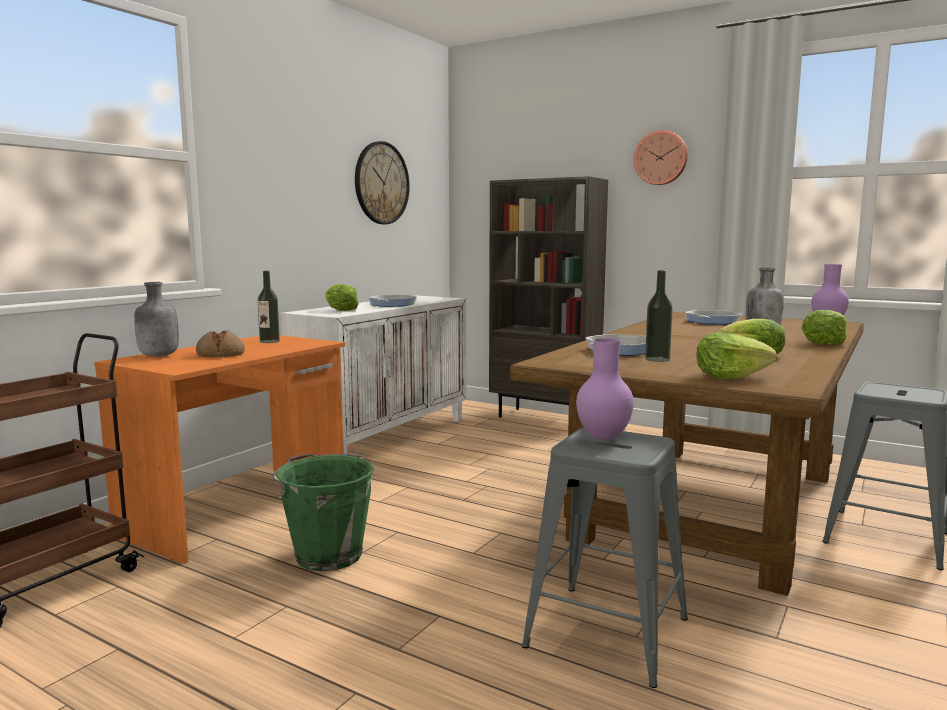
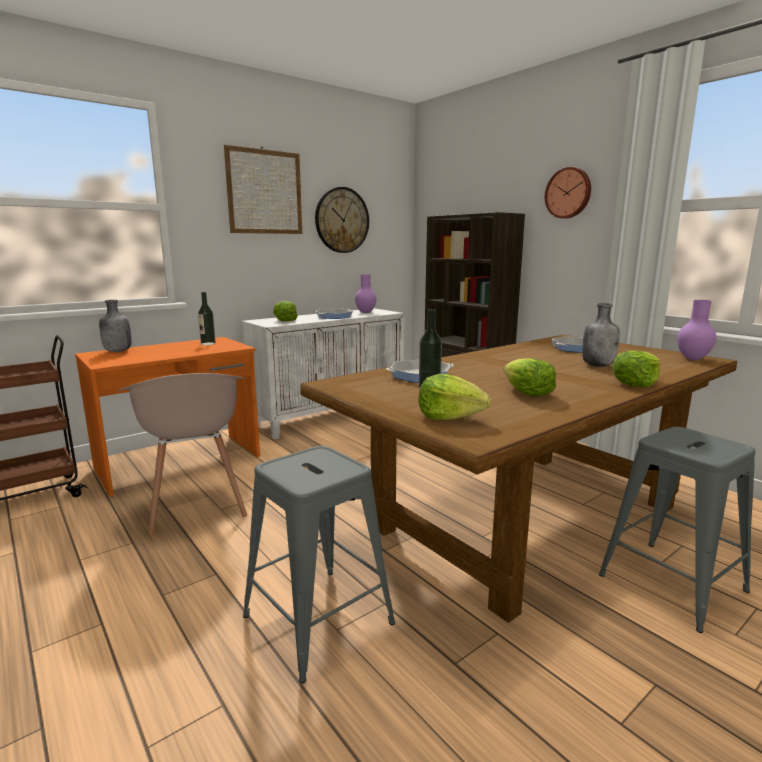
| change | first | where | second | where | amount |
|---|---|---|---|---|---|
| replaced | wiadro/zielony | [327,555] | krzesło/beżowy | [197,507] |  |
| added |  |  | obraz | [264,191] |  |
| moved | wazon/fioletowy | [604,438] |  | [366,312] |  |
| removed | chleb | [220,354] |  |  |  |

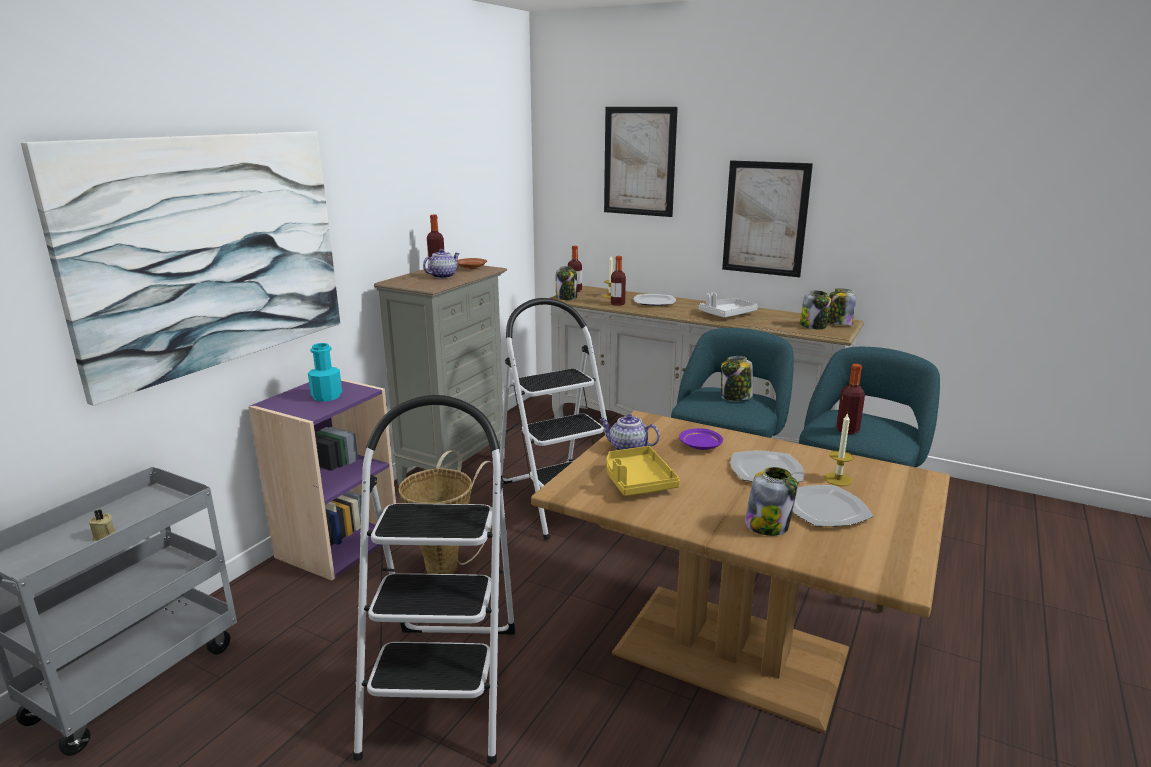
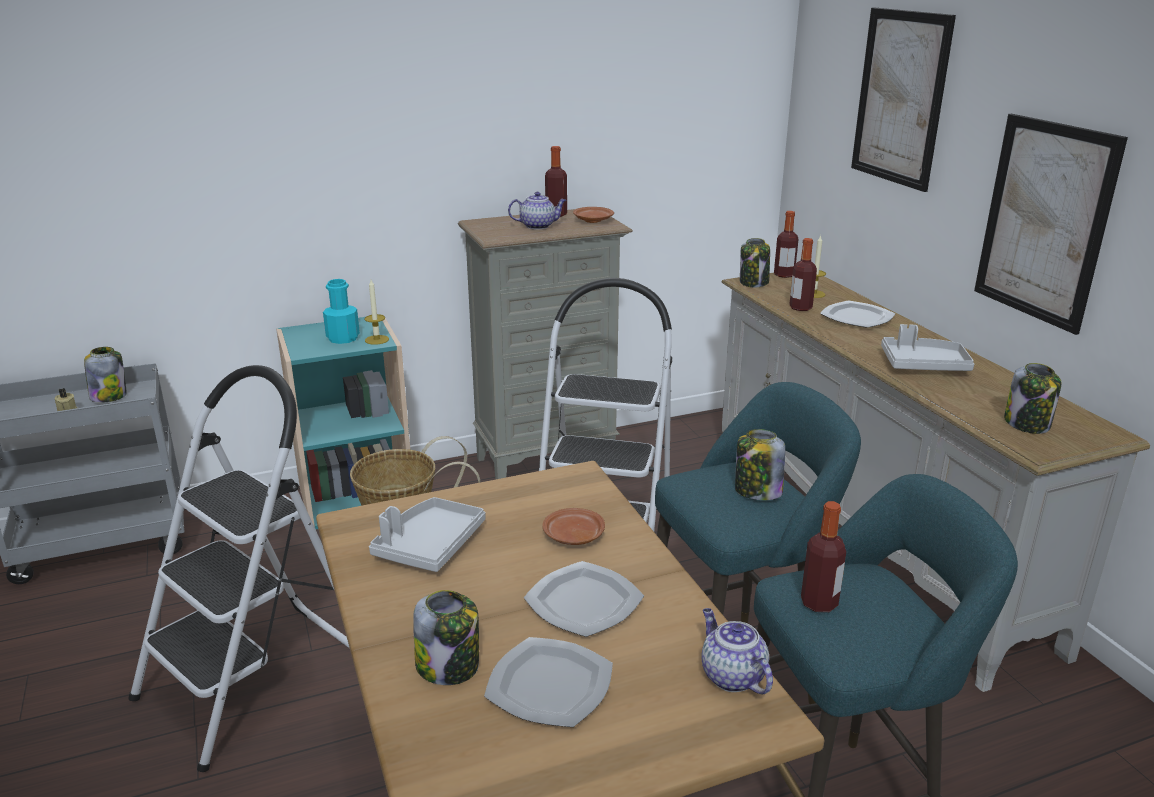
| change | first | where | second | where | amount |
|---|---|---|---|---|---|
| moved | słoik | [839,323] |  | [109,396] |  |
| recoloured | regał/fioletowy | [338,544] | regał/turkusowy | [357,497] |  |
| moved | świeca | [838,479] |  | [377,340] |  |
| recoloured | taca/żółty | [637,481] | taca/szary | [429,545] |  |
| recoloured | talerz/fioletowy | [700,446] | talerz/brązowy | [573,536] |  |
| moved | imbryk | [627,449] |  | [731,676] |  |
| removed | obraz | [212,252] |  |  |  |

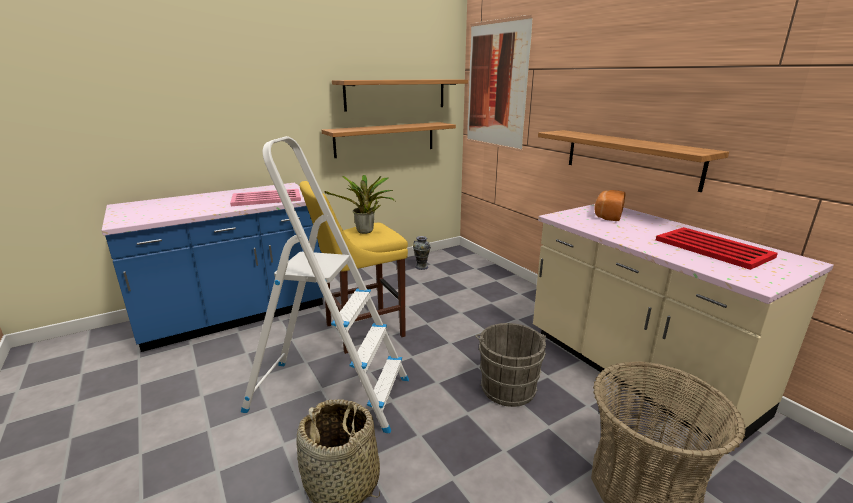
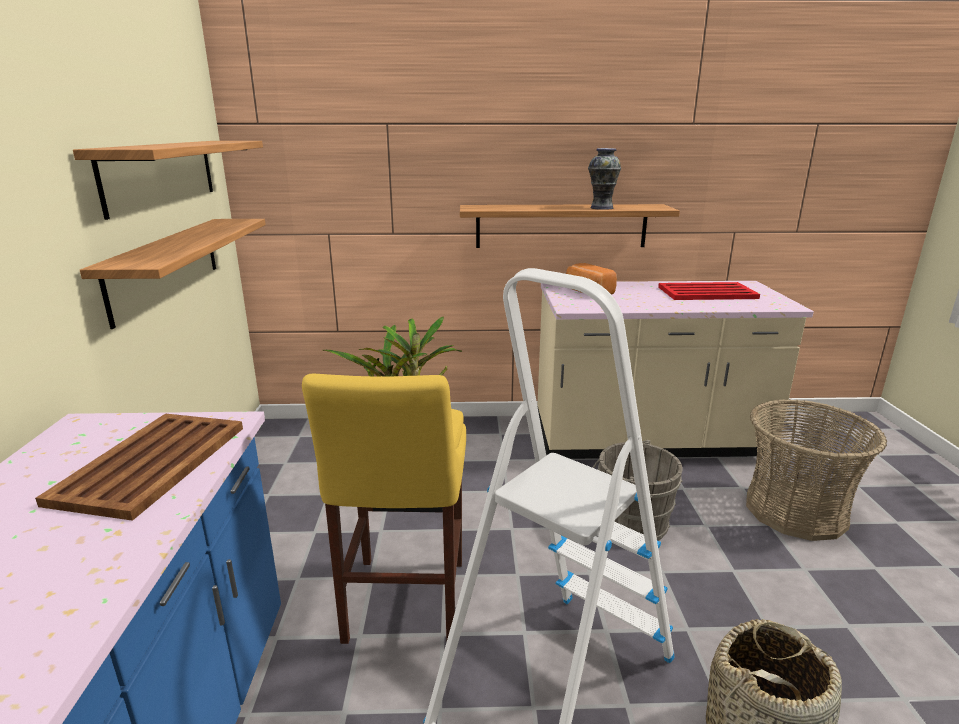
| change | first | where | second | where | amount |
|---|---|---|---|---|---|
| recoloured | taca/różowy | [267,198] | taca/brązowy | [154,462] |  |
| moved | wazon | [421,267] |  | [602,208] |  |
| removed | obraz | [496,85] |  |  |  |

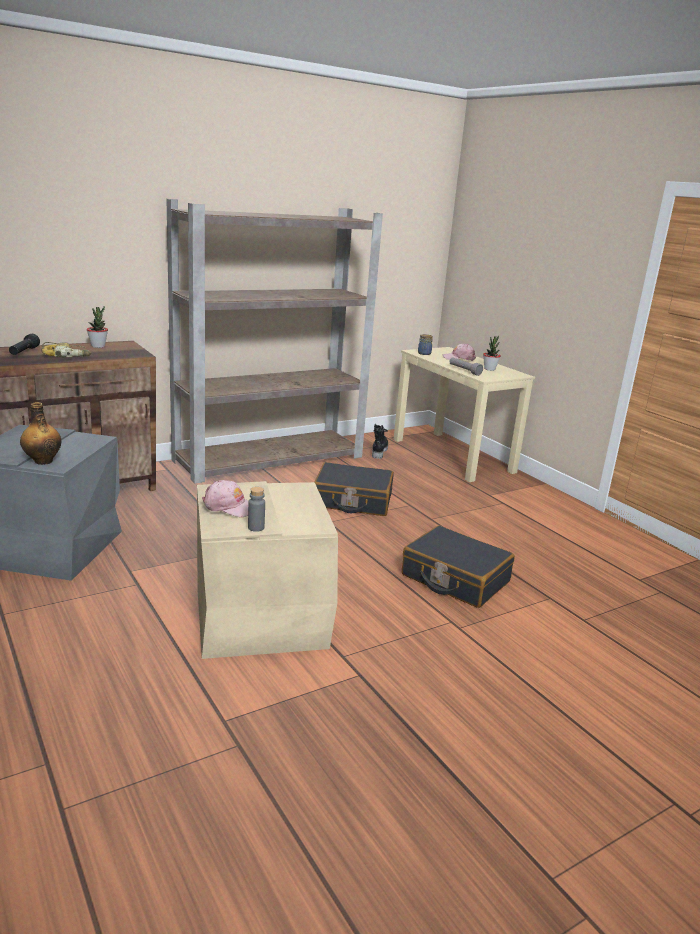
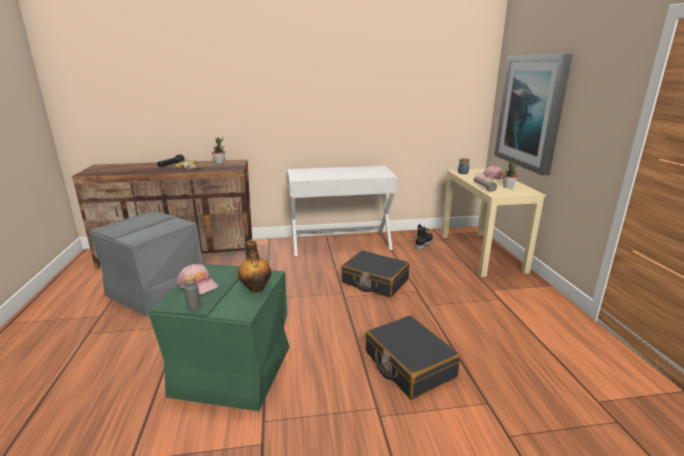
| change | first | where | second | where | amount |
|---|---|---|---|---|---|
| recoloured | pojemnik do przechowywania/beżowy | [261,616] | pojemnik do przechowywania/zielony | [234,369] |  |
| moved | butelka | [43,461] |  | [256,288] |  |
| replaced | regał/brązowy | [270,458] | stolik konsolowy/biały | [340,243] |  |
| added |  |  | obraz | [531,112] |  |

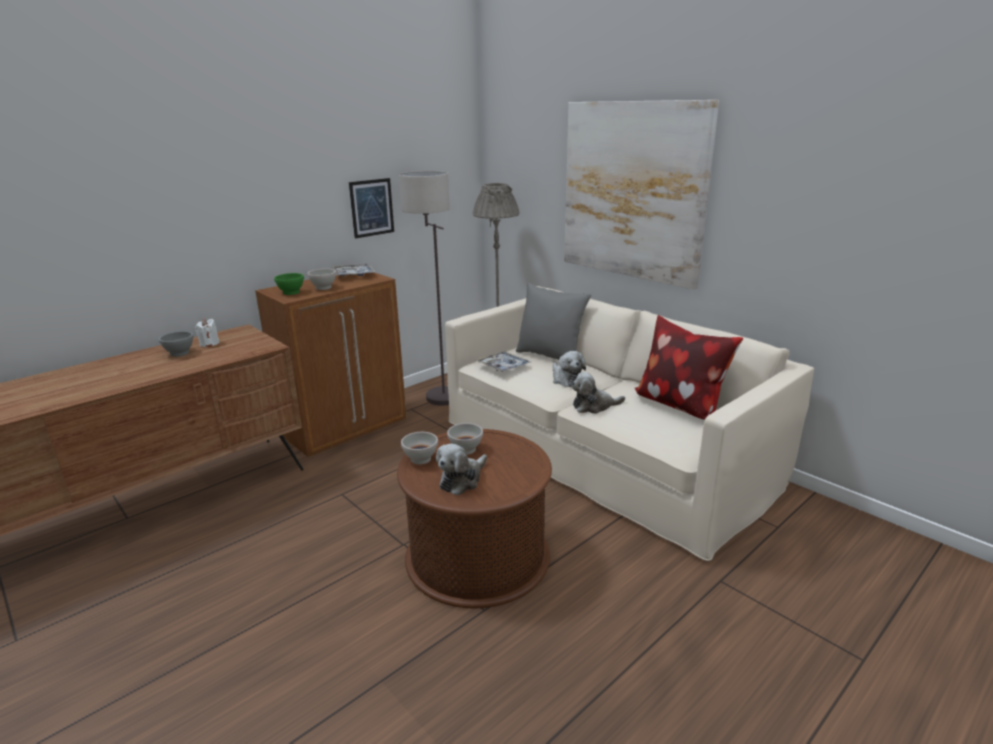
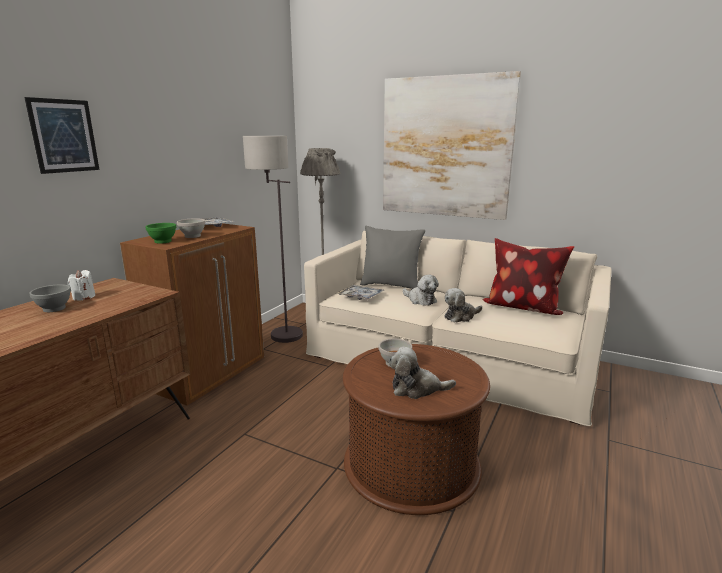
| change | first | where | second | where | amount |
|---|---|---|---|---|---|
| moved | obraz | [372,208] |  | [64,136] |  |
| turned | pluszak | [462,480] |  | [417,389] | 75 degrees clockwise |
| removed | miska/biały | [421,459] |  |  |  |

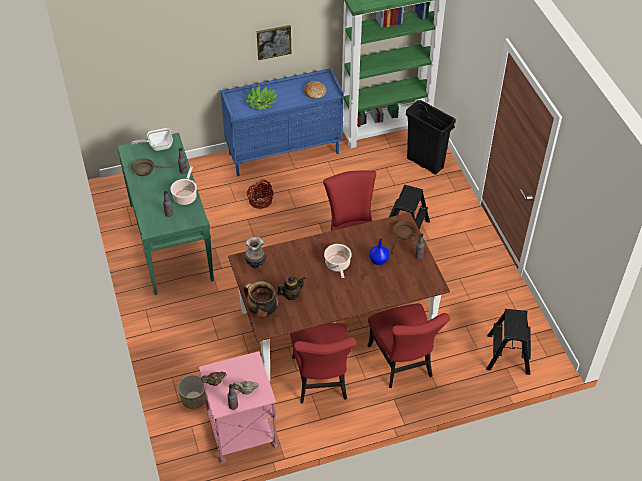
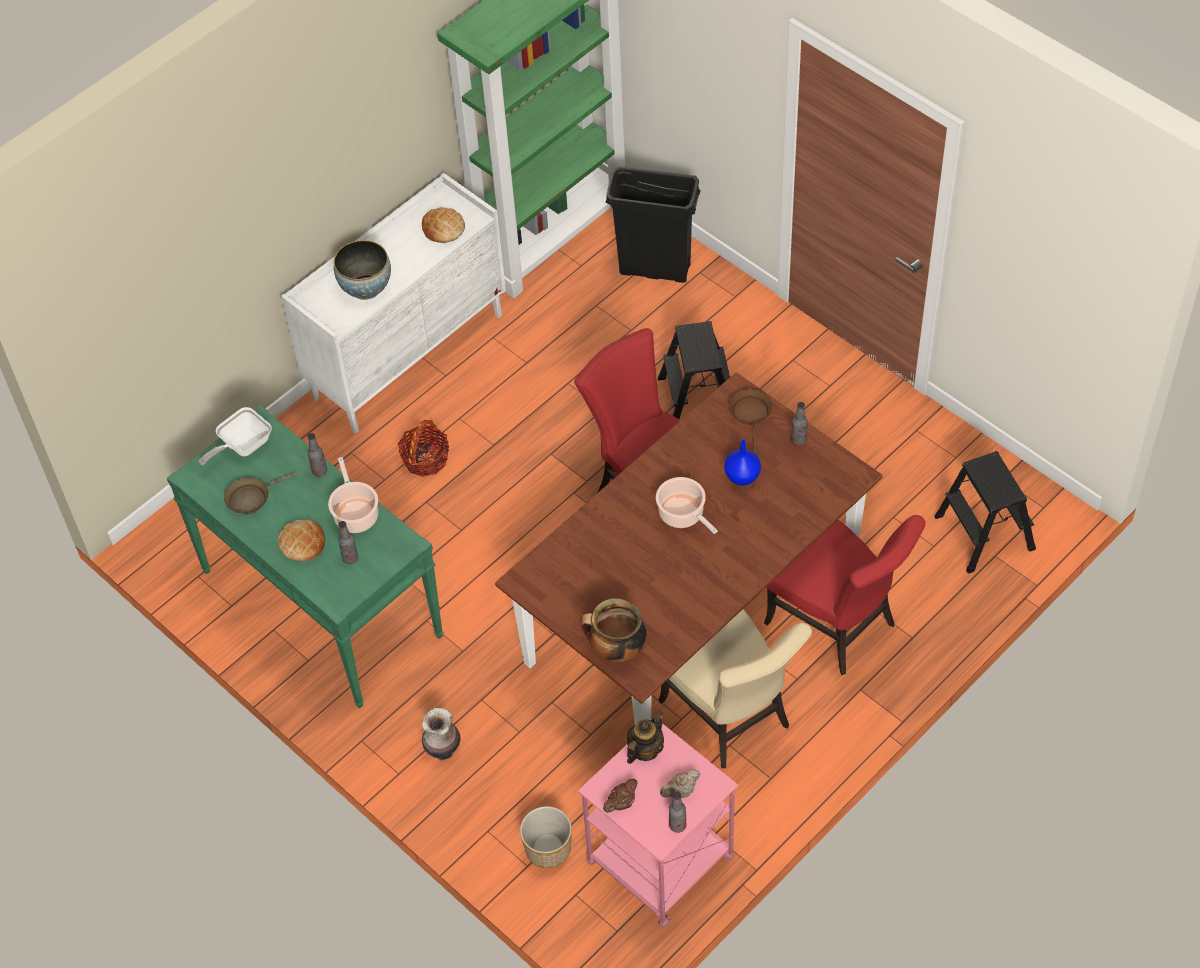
| change | first | where | second | where | amount |
|---|---|---|---|---|---|
| added |  |  | chleb | [302,543] |  |
| recoloured | szafka/niebieski | [284,153] | szafka/biały | [409,356] |  |
| replaced | roślina doniczkowa | [261,103] | miska | [366,288] |  |
| moved | wazon | [255,263] |  | [442,749] |  |
| moved | imbryk | [291,294] |  | [645,750] |  |
| recoloured | krzesło/czerwony | [321,381] | krzesło/beżowy | [731,717] |  |
| removed | obraz | [273,42] |  |  |  |

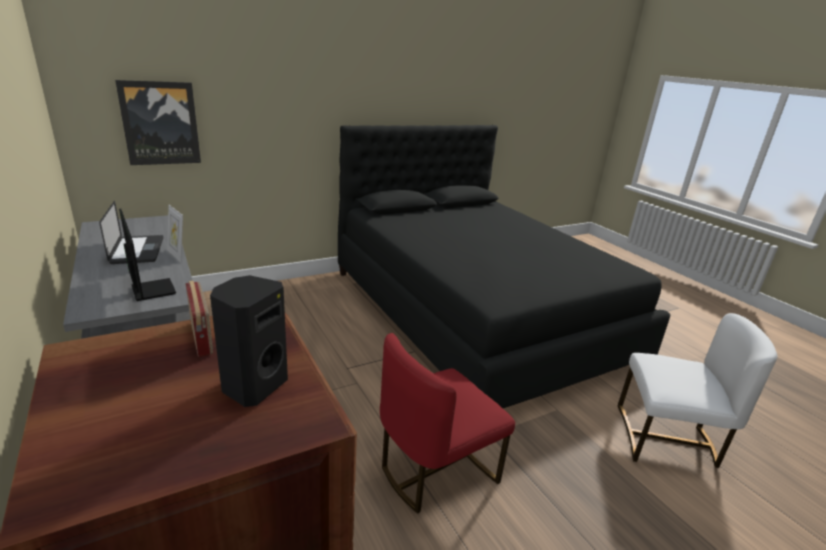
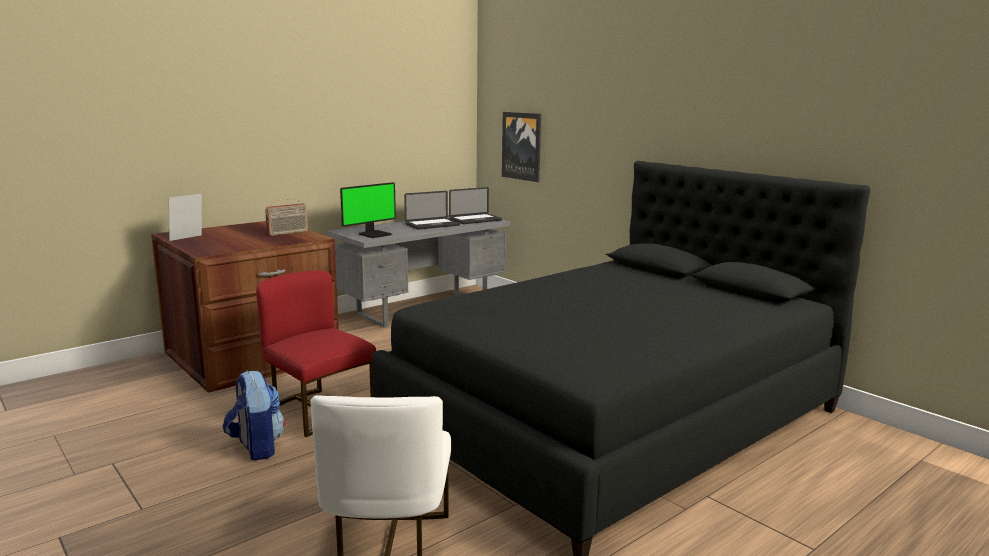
| change | first | where | second | where | amount |
|---|---|---|---|---|---|
| moved | ramka na zdjęcie | [178,255] |  | [187,238] |  |
| added |  |  | plecak | [256,447] |  |
| added |  |  | laptop | [475,220] |  |
| removed | głośnik/czarny | [253,386] |  |  |  |

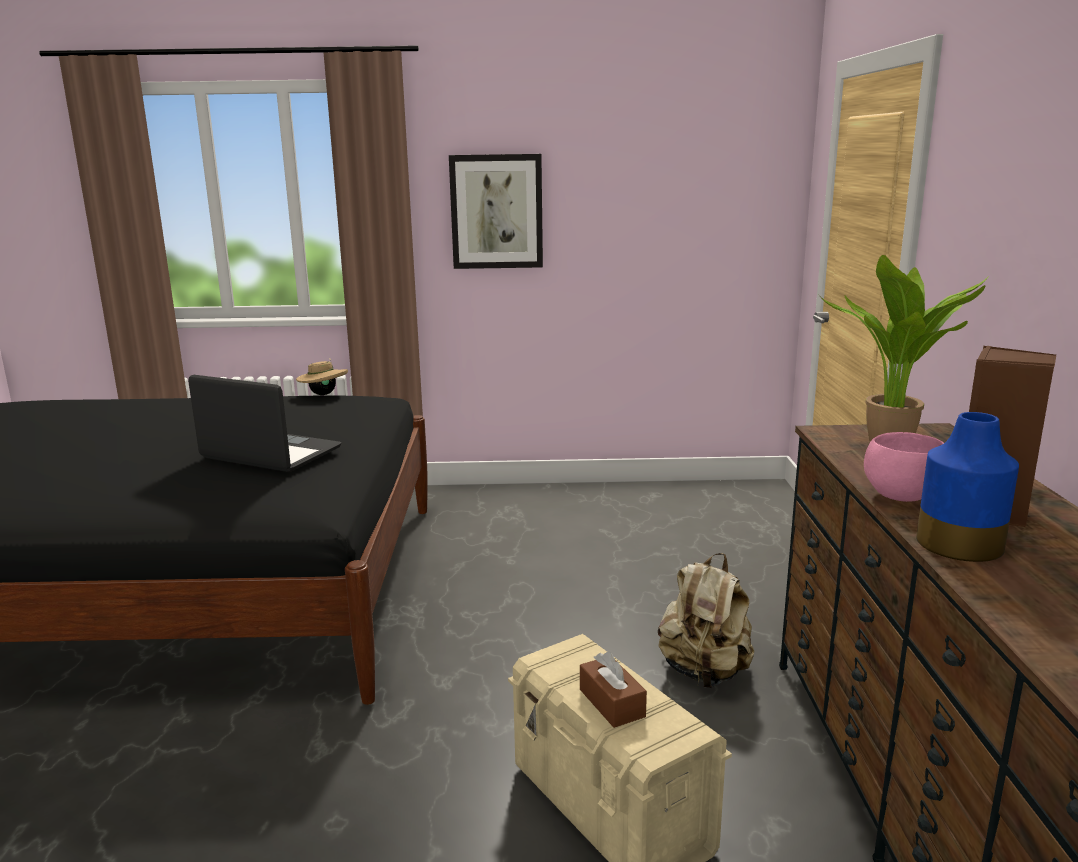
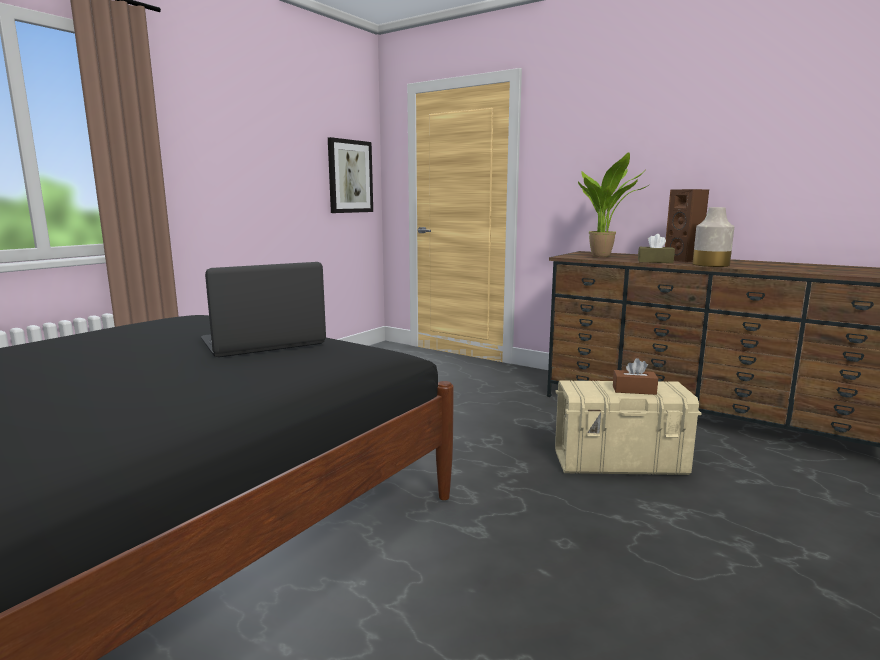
| change | first | where | second | where | amount |
|---|---|---|---|---|---|
| moved | obraz | [496,212] |  | [350,176] |  |
| replaced | miska/różowy | [899,495] | pudełko chusteczek/brązowy | [655,261] |  |
| recoloured | wazon/niebieski | [960,543] | wazon/beżowy | [711,264] |  |
| removed | kapelusz/beżowy | [324,394] |  |  |  |
| removed | plecak/beżowy | [705,672] |  |  |  |

